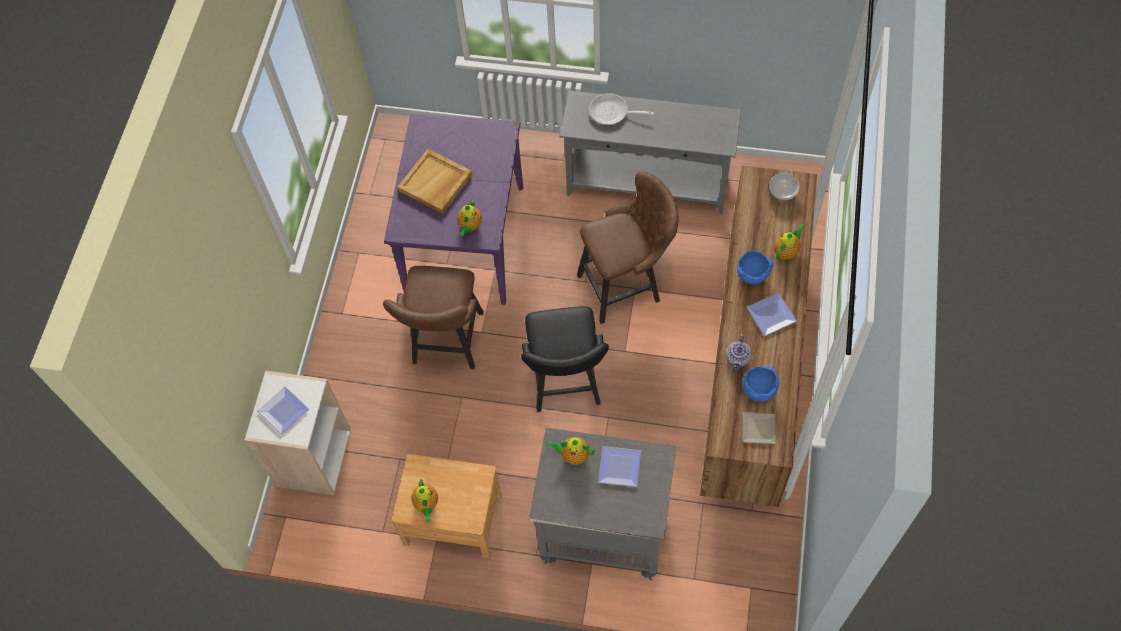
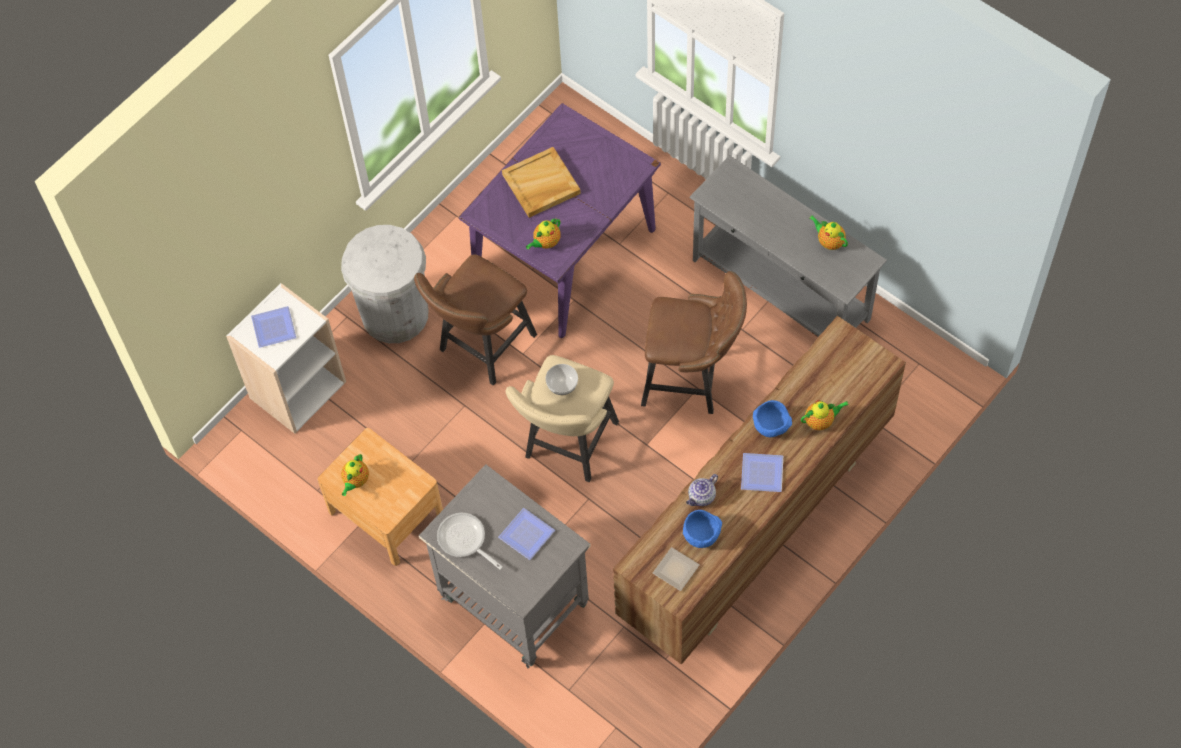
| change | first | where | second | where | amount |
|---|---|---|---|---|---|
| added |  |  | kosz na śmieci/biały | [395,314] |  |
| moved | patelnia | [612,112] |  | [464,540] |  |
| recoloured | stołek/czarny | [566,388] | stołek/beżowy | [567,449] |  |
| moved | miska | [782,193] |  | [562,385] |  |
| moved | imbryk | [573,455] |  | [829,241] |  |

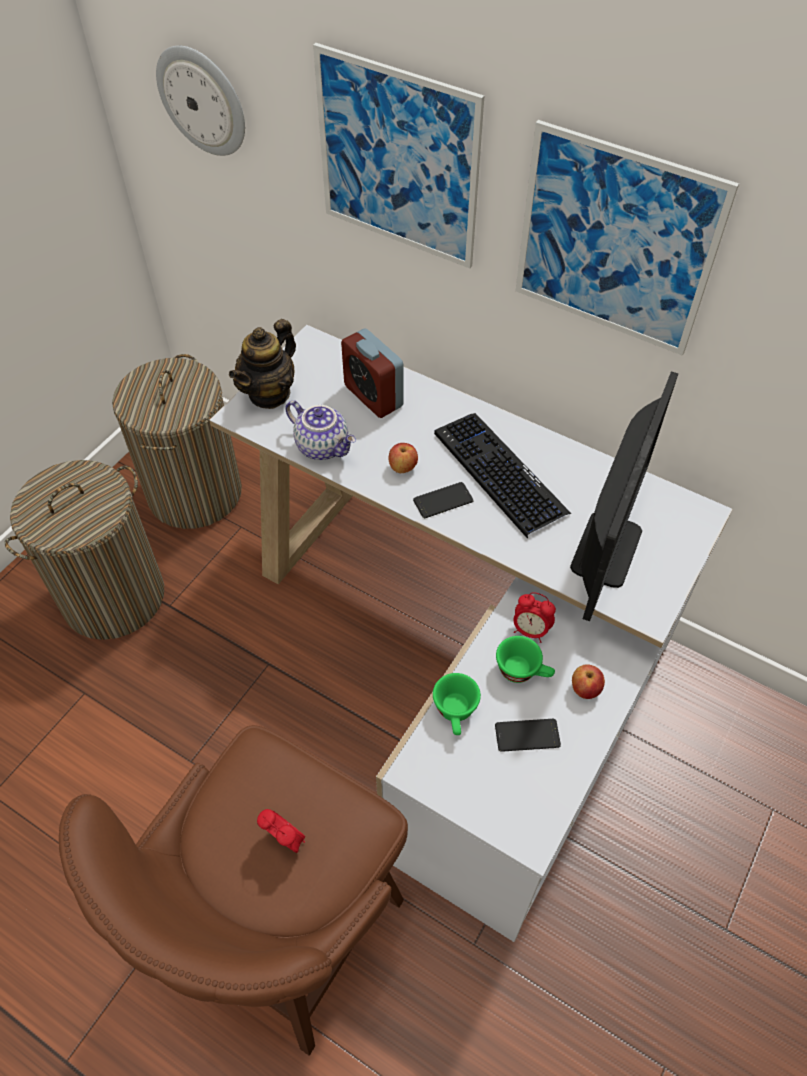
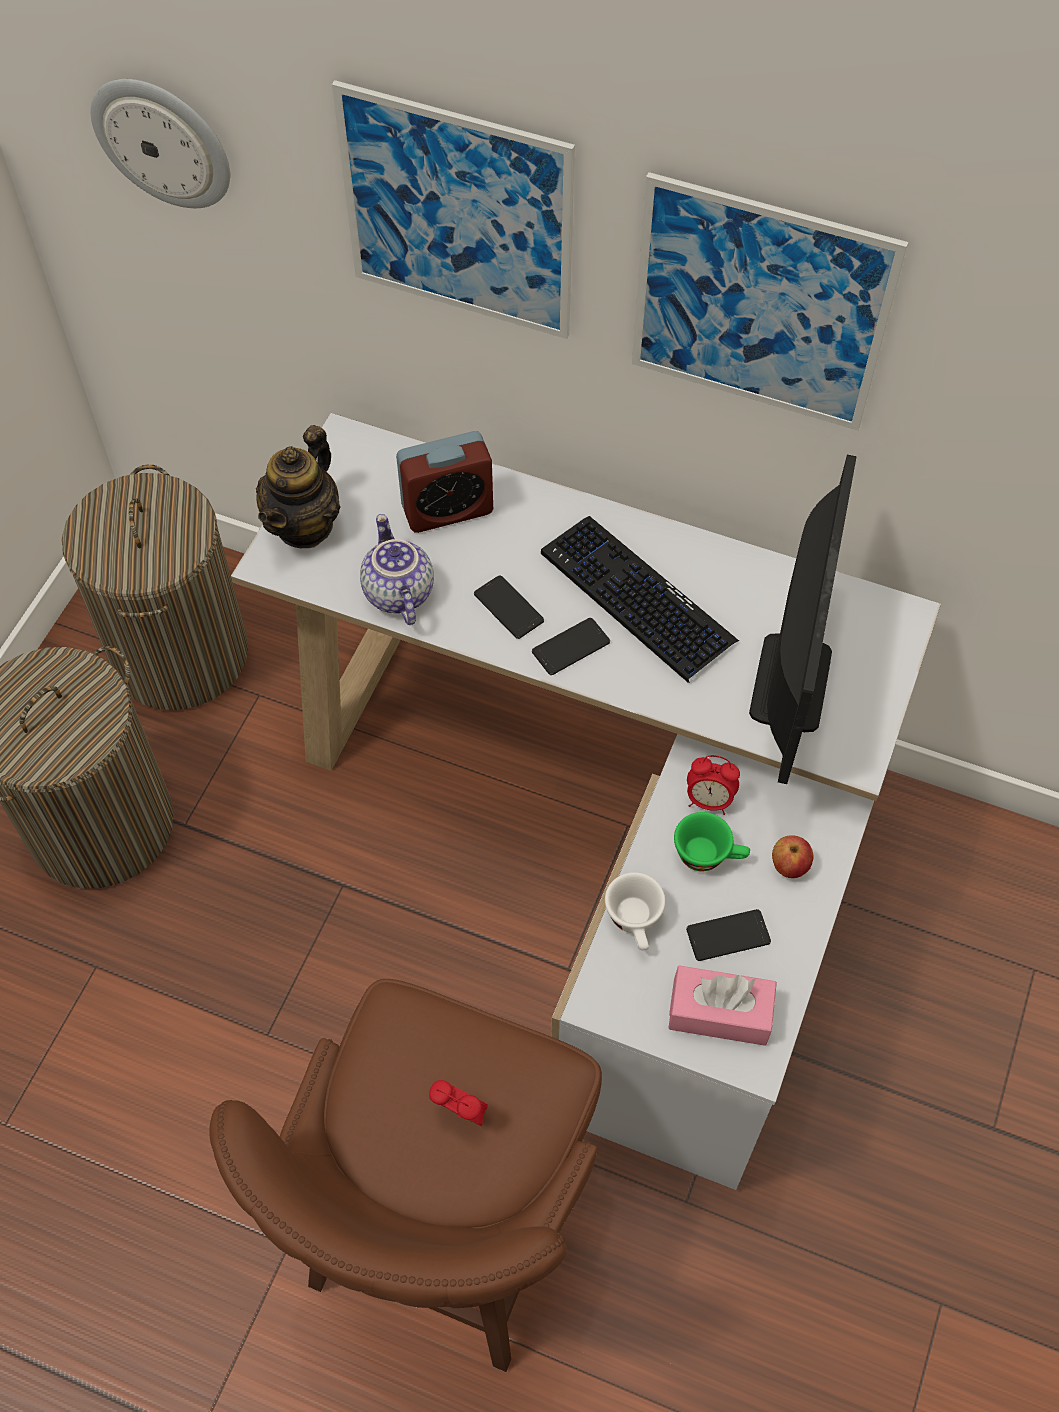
| change | first | where | second | where | amount |
|---|---|---|---|---|---|
| turned | imbryk | [323,446] |  | [396,592] | 135 degrees counterclockwise |
| turned | budzik | [373,396] |  | [447,509] | 60 degrees counterclockwise |
| replaced | jabłko | [402,467] | telefon | [508,607] |  |
| recoloured | filiżanka/zielony | [456,714] | filiżanka/biały | [635,923] |  |
| added |  |  | pudełko chusteczek/różowy | [720,1013] |  |

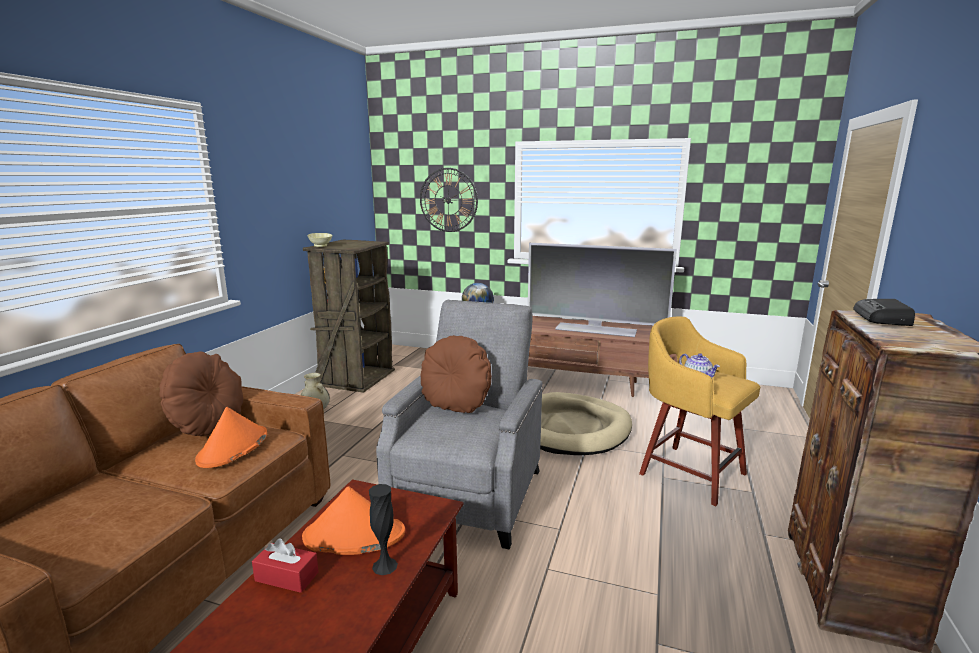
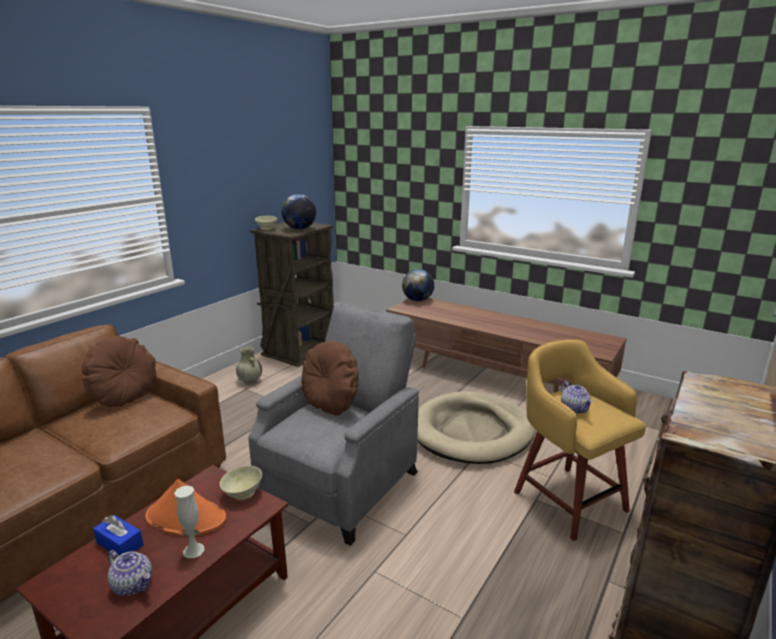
| change | first | where | second | where | amount |
|---|---|---|---|---|---|
| recoloured | pudełko chusteczek/czerwony | [287,576] | pudełko chusteczek/niebieski | [120,544] |  |
| added |  |  | imbryk | [133,585] |  |
| recoloured | wazon/czarny | [384,566] | wazon/biały | [193,550] |  |
| added |  |  | miska/beżowy | [242,494] |  |
| added |  |  | globus | [300,228] |  |
| removed | kapelusz/pomarańczowy | [233,448] |  |  |  |
| removed | zegar ścienny | [448,200] |  |  |  |
| removed | telewizor | [595,329] |  |  |  |
| removed | radio | [882,318] |  |  |  |

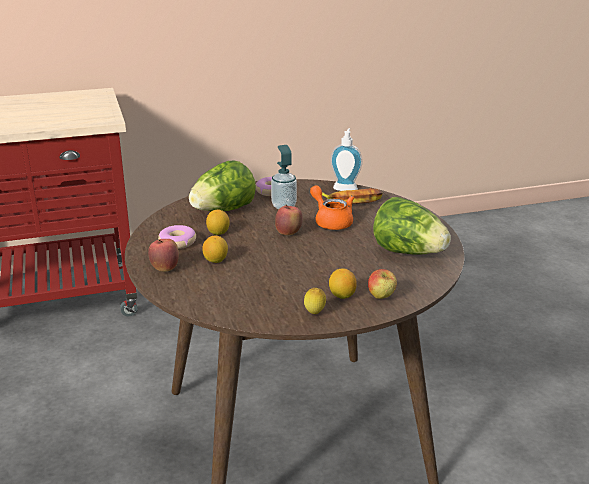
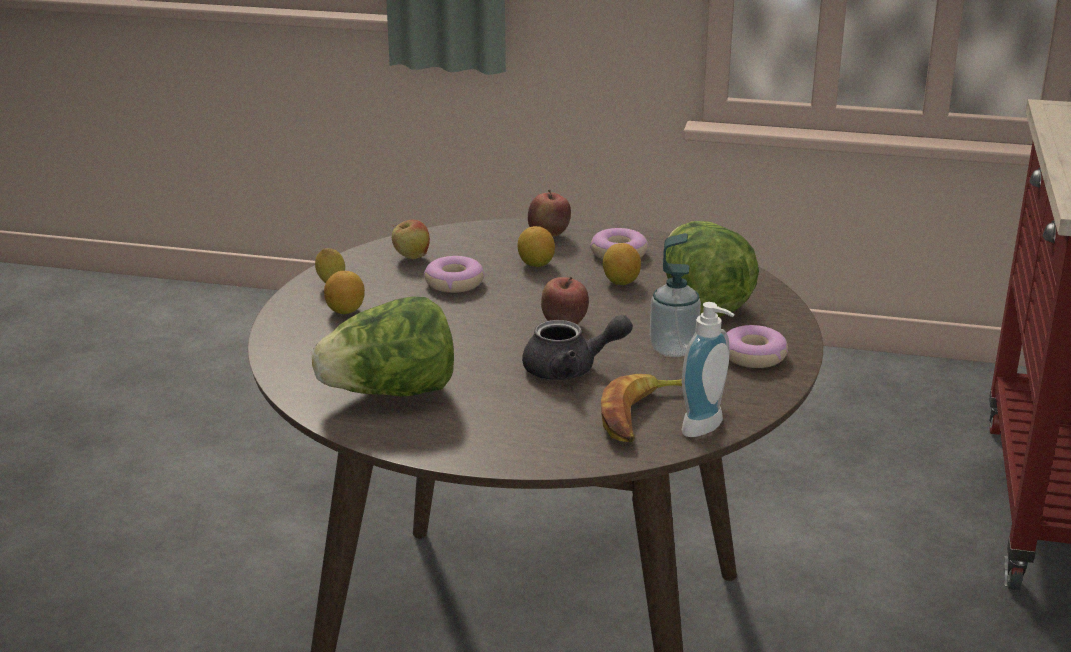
| change | first | where | second | where | amount |
|---|---|---|---|---|---|
| moved | jabłko | [381,297] |  | [411,258] |  |
| added |  |  | donut | [454,283] |  |
| recoloured | imbryk/pomarańczowy | [331,221] | imbryk/szary | [570,369] |  |

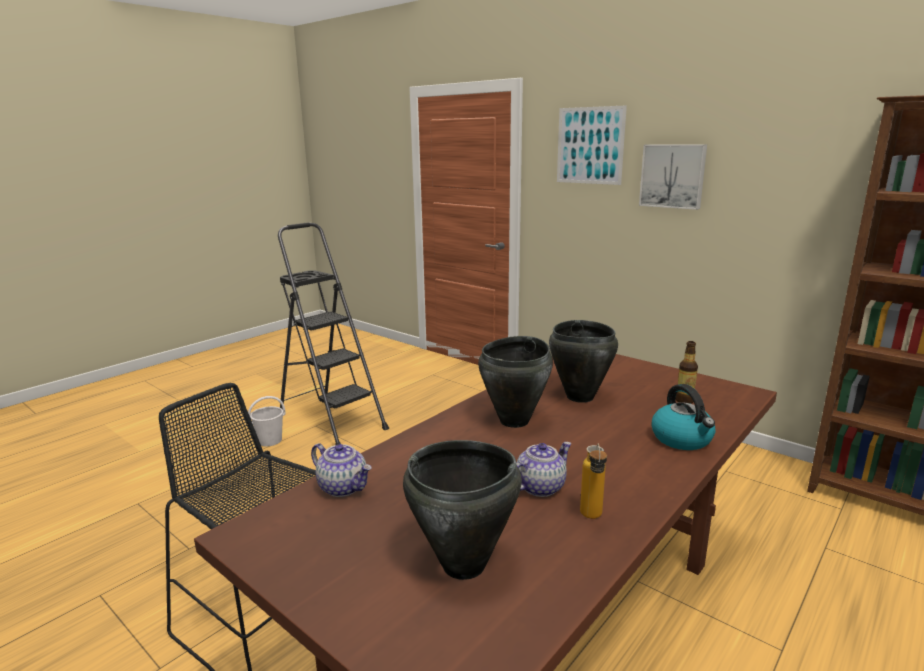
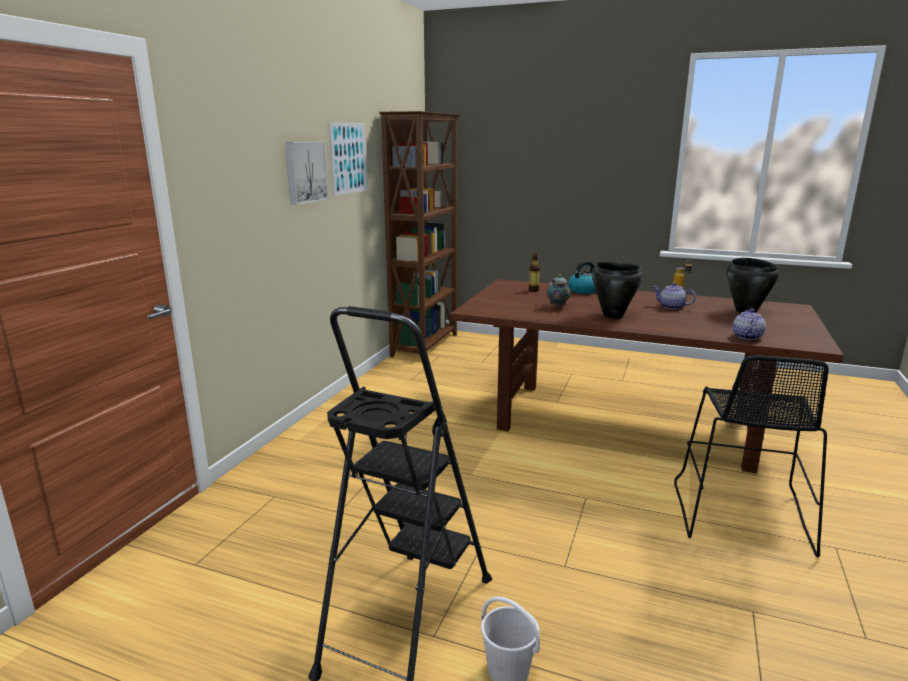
| change | first | where | second | where | amount |
|---|---|---|---|---|---|
| moved | obraz | [590,145] |  | [348,158] |  |
| replaced | garnek/czarny | [579,397] | imbryk | [557,306] |  |

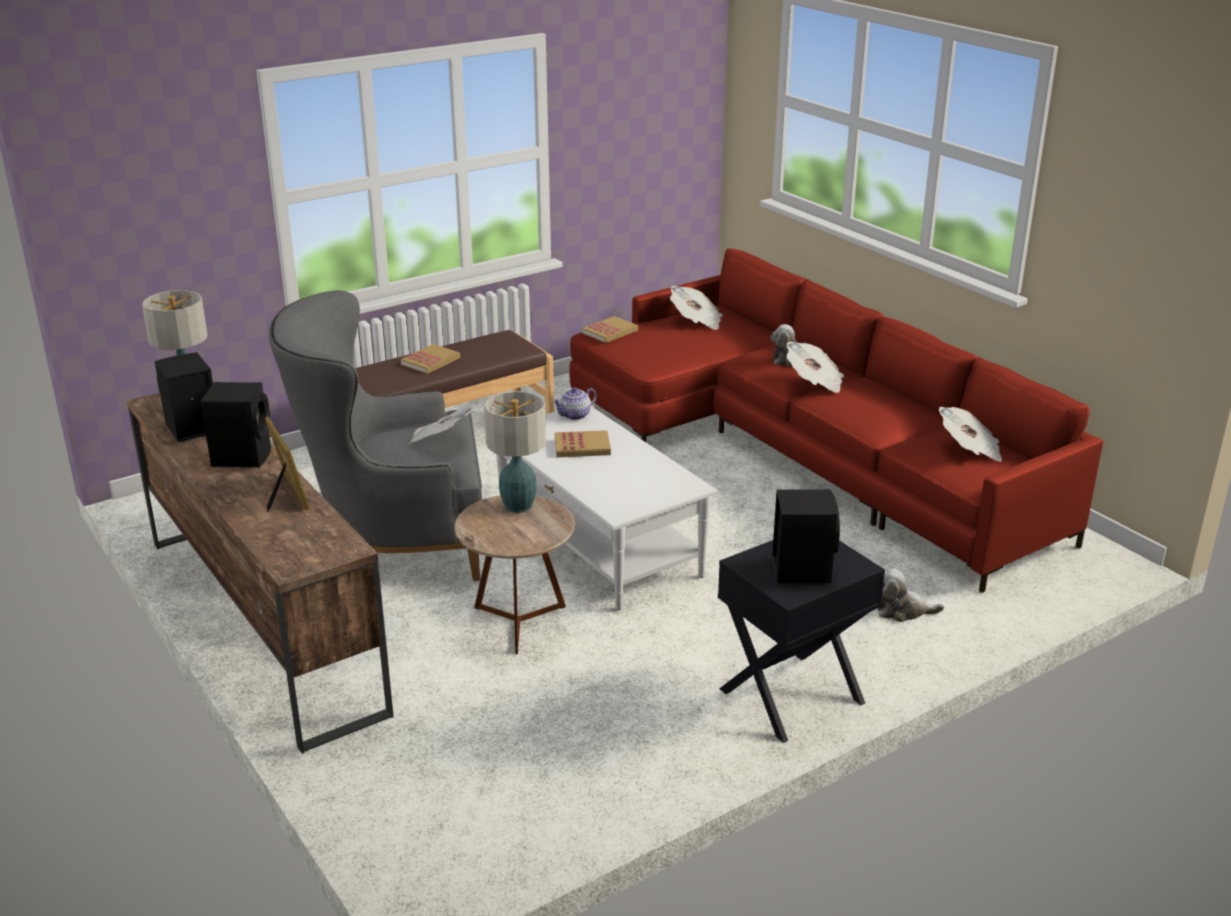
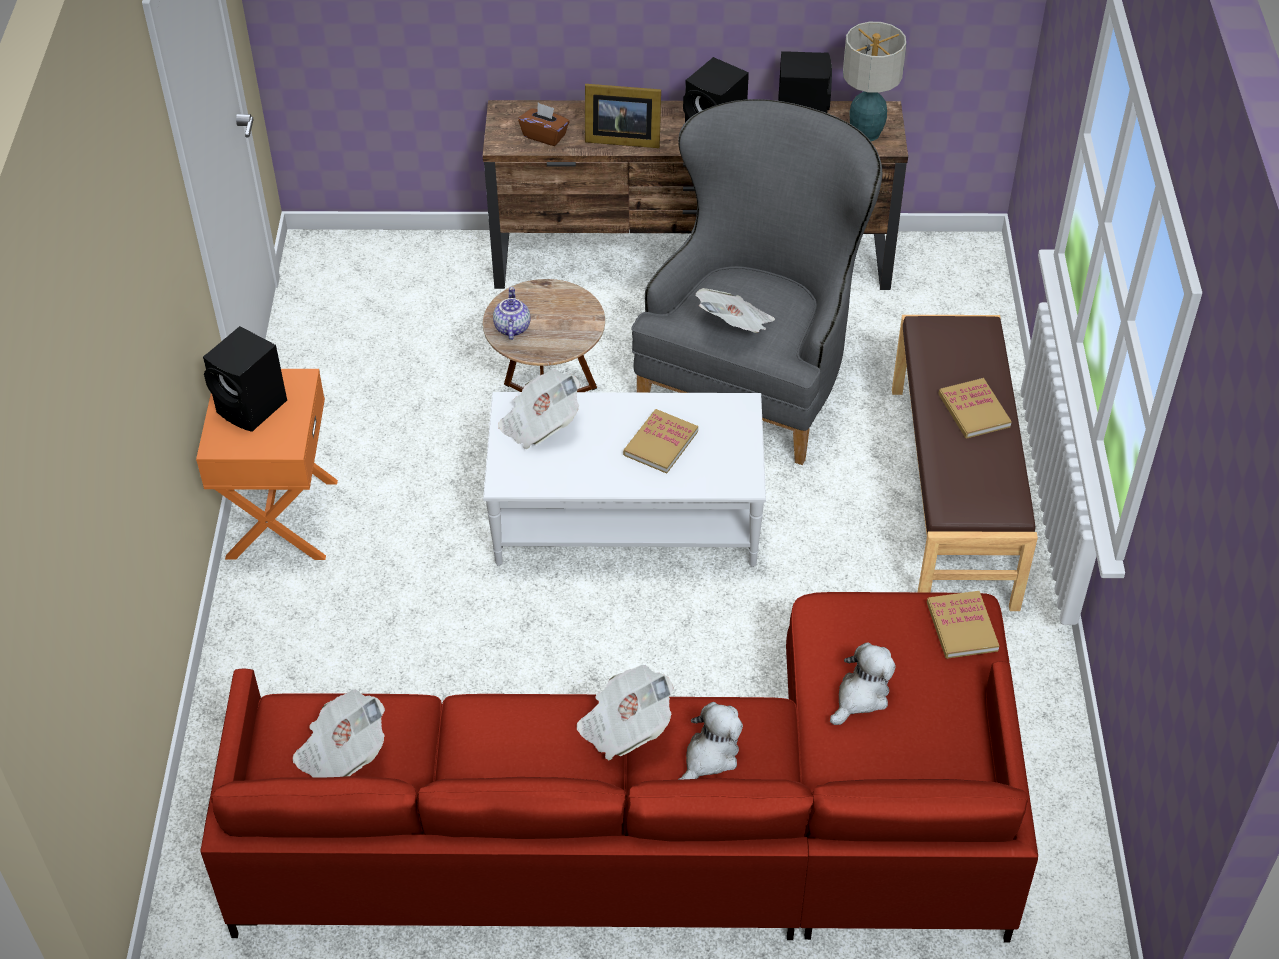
| change | first | where | second | where | amount |
|---|---|---|---|---|---|
| recoloured | szafka nocna/czarny | [792,697] | szafka nocna/pomarańczowy | [280,519] |  |
| moved | imbryk | [575,416] |  | [511,327] |  |
| moved | gazeta | [696,321] |  | [539,424] |  |
| added |  |  | pudełko chusteczek/brązowy | [545,135] |  |
| moved | pluszak | [903,611] |  | [861,696] |  |
| removed | lampa stołowa | [519,505] |  |  |  |

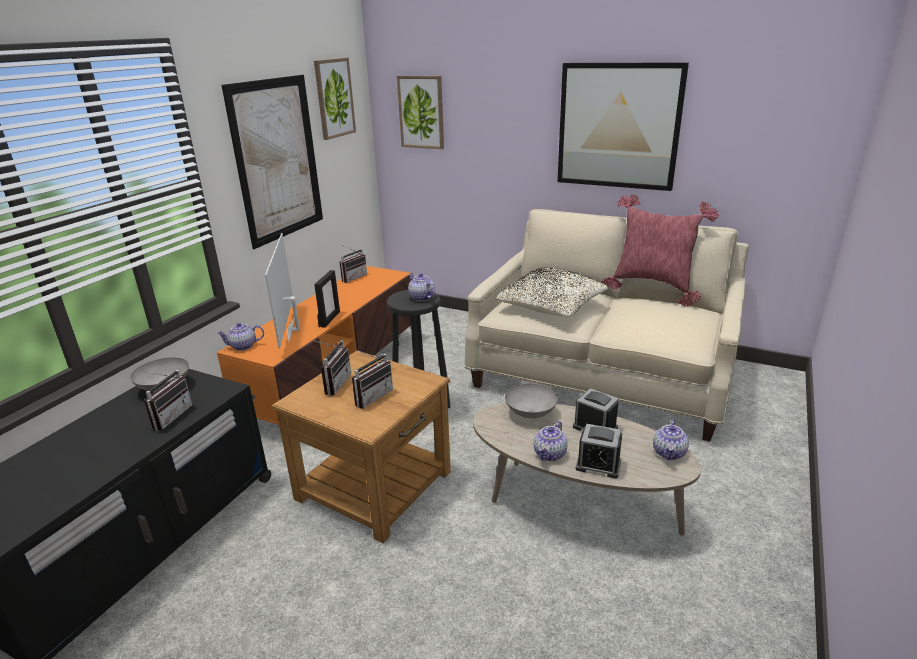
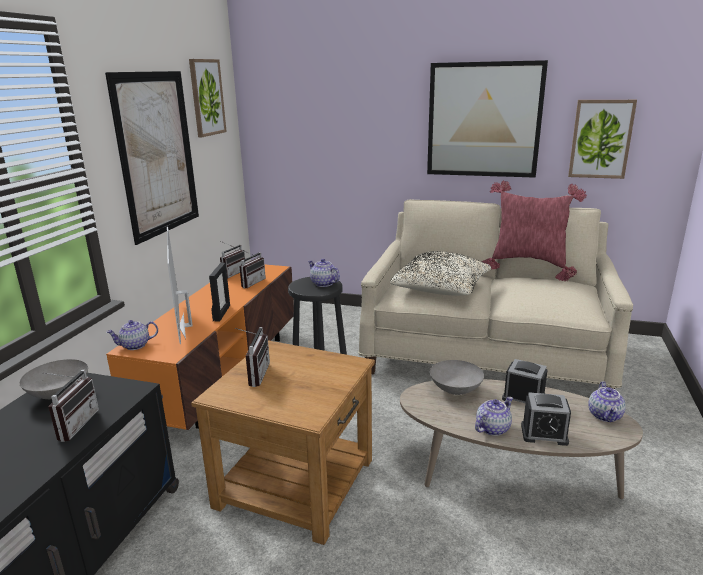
| change | first | where | second | where | amount |
|---|---|---|---|---|---|
| moved | radio | [371,396] |  | [251,283] |  |
| turned | imbryk | [550,454] |  | [492,428] | 150 degrees counterclockwise |
| moved | obraz | [421,112] |  | [600,139] |  |

